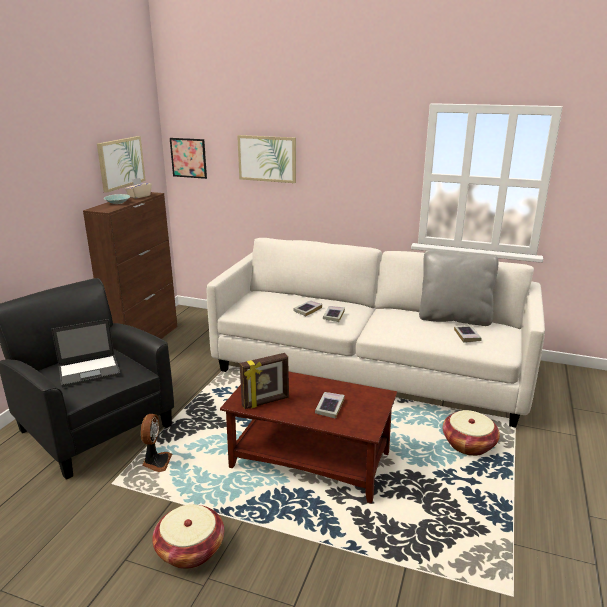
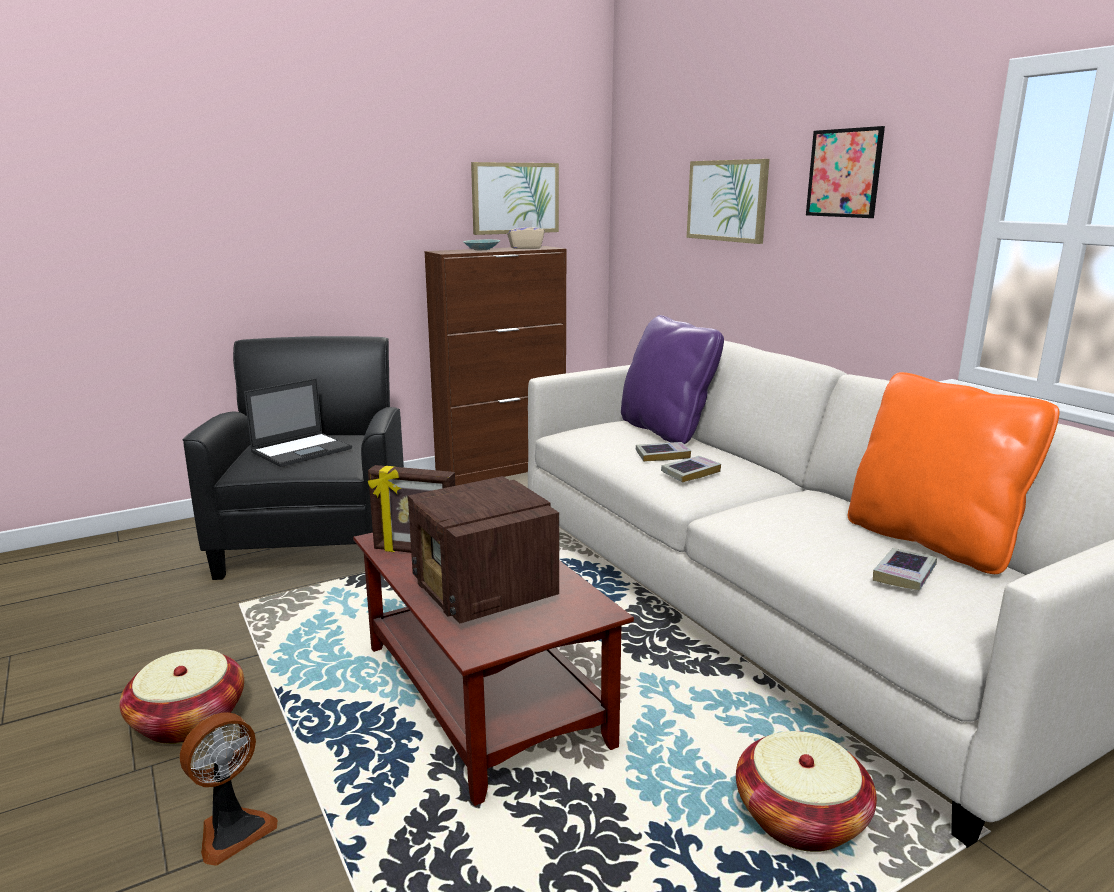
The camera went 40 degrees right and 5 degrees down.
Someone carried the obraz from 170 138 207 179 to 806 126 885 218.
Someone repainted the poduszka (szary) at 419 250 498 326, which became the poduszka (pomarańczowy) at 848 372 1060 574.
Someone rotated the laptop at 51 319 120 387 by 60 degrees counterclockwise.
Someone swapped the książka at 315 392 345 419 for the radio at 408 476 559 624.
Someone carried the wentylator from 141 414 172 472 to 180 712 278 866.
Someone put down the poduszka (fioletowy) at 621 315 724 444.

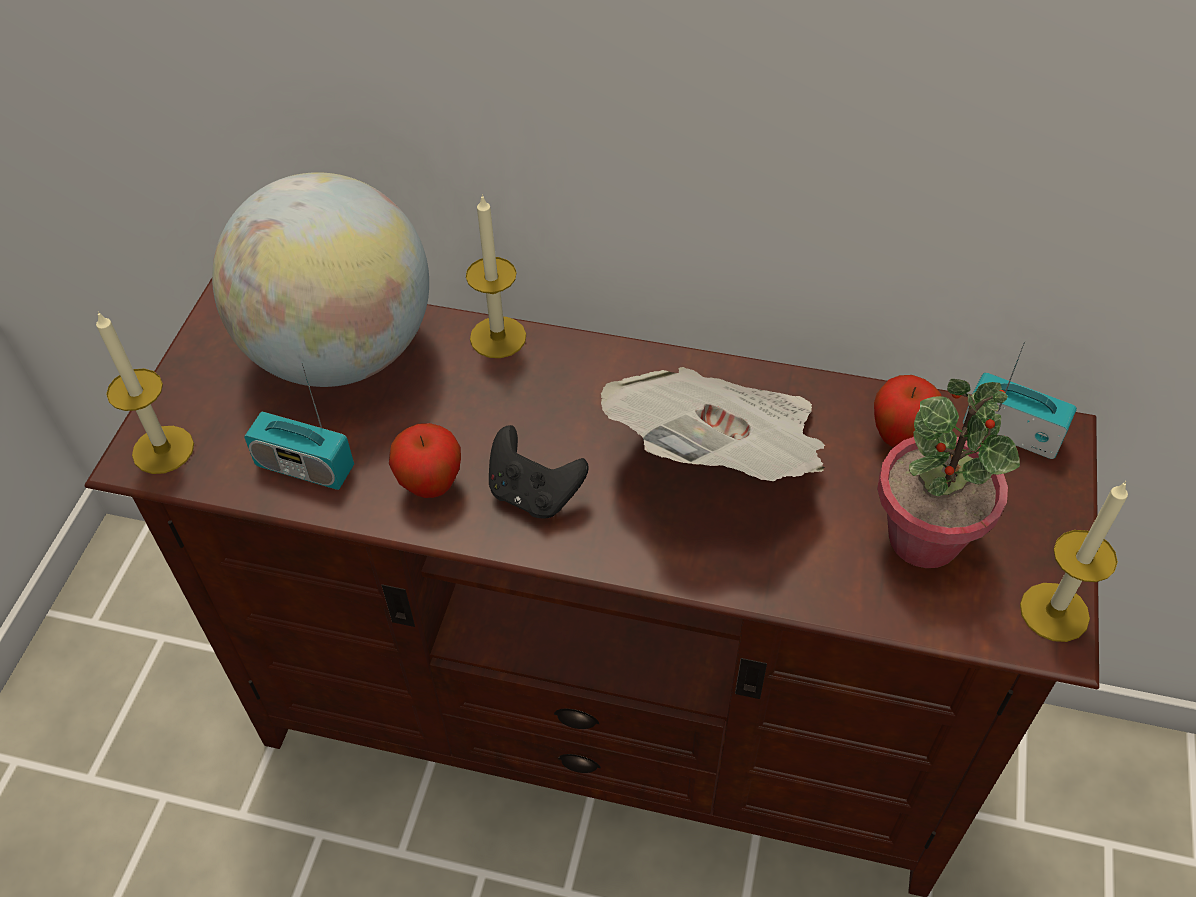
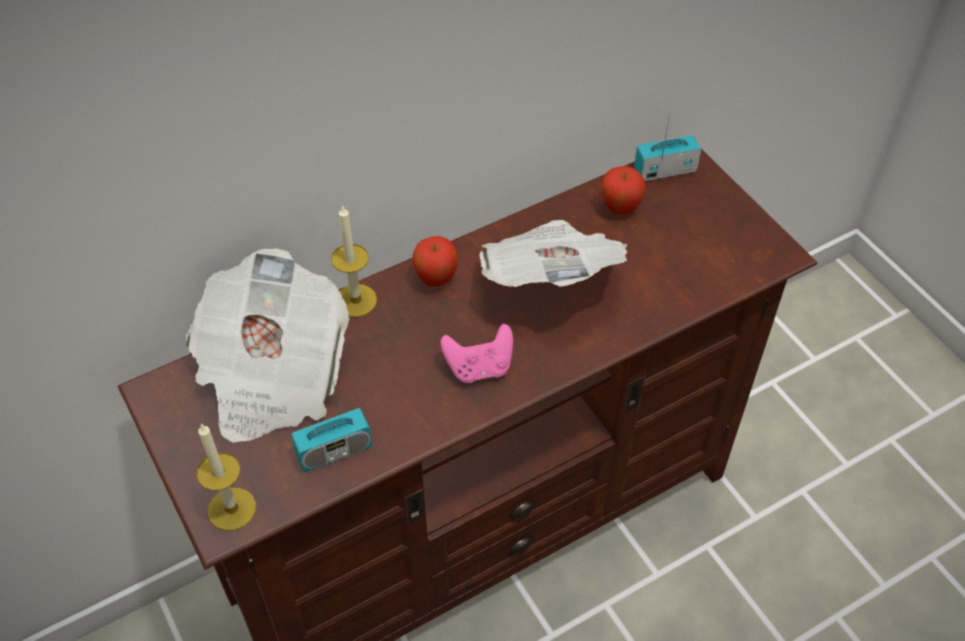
The camera went 45 degrees left and 0 degrees up.
Someone swapped the globus at 212 172 429 387 for the gazeta at 186 248 349 443.
Someone took away the roślina doniczkowa at 877 379 1020 568.
Someone carried the jabłko from 389 423 461 498 to 412 236 459 287.
Someone repainted the pad do gier (czarny) at 489 425 589 519, which became the pad do gier (różowy) at 440 324 513 383.
Someone took away the świeca at 1020 481 1128 642.

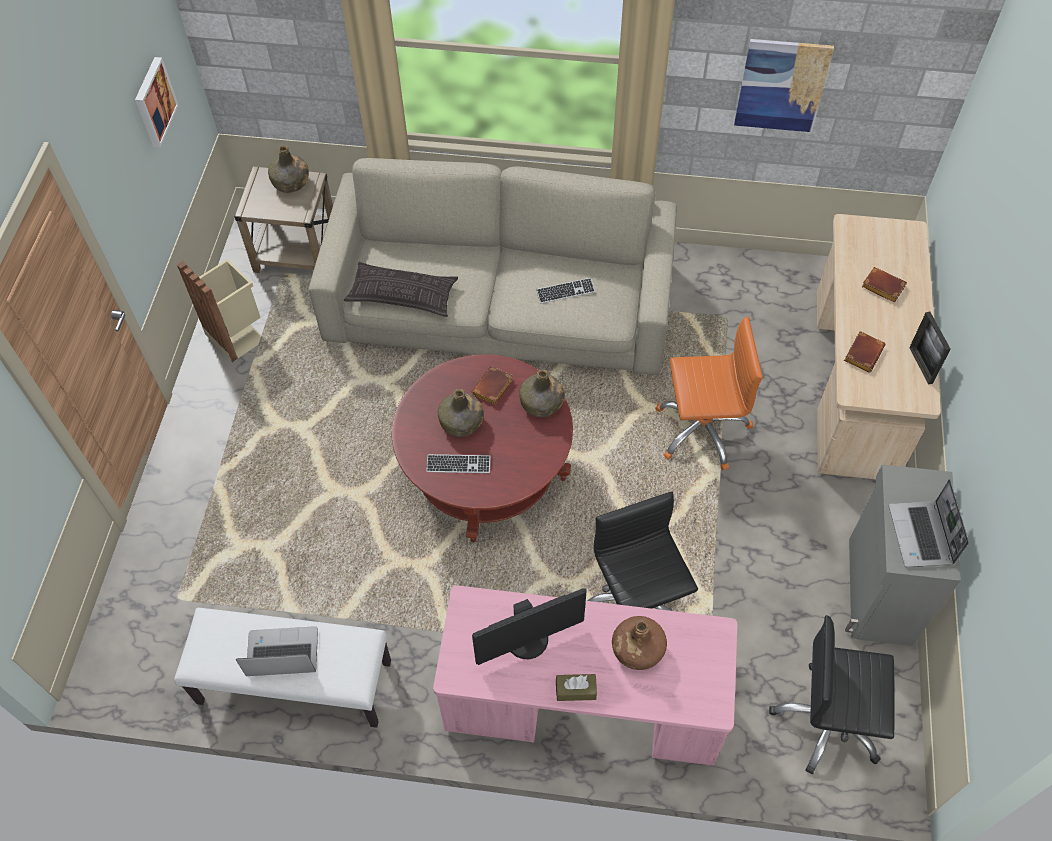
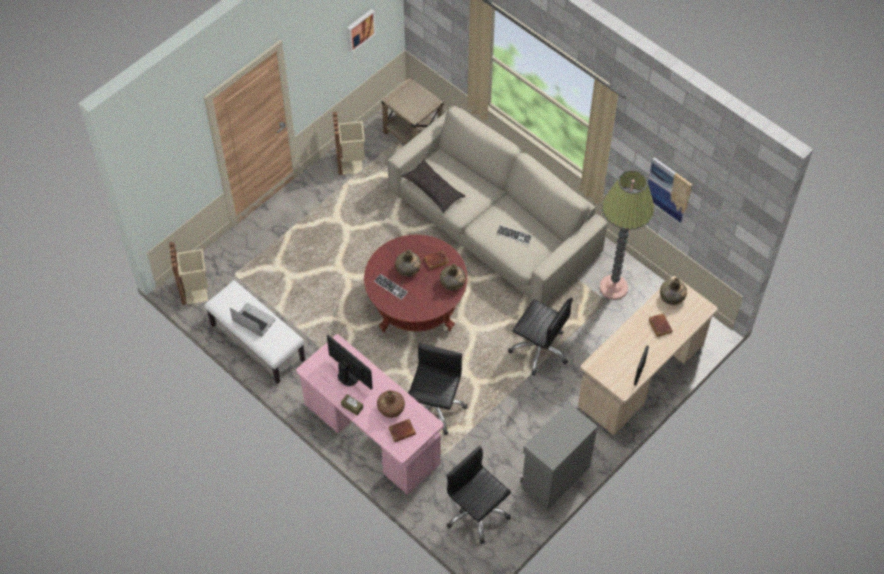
The camera went 35 degrees right and 0 degrees up.
Someone carried the butelka (zielony) from 268 145 309 193 to 660 278 687 305.
Someone repainted the krzesło biurowe (pomarańczowy) at 656 316 763 470, which became the krzesło biurowe (czarny) at 508 298 573 376.
Someone carried the książka (brązowy) from 844 331 885 373 to 388 419 416 442.
Someone took away the laptop at 889 479 969 568.
Someone rotated the monitor at 472 588 587 665 by 150 degrees counterclockwise.
Someone put down the lampa stojąca at 600 170 655 300.
Someone put down the kosz na śmieci (beżowy) at 169 242 208 305.

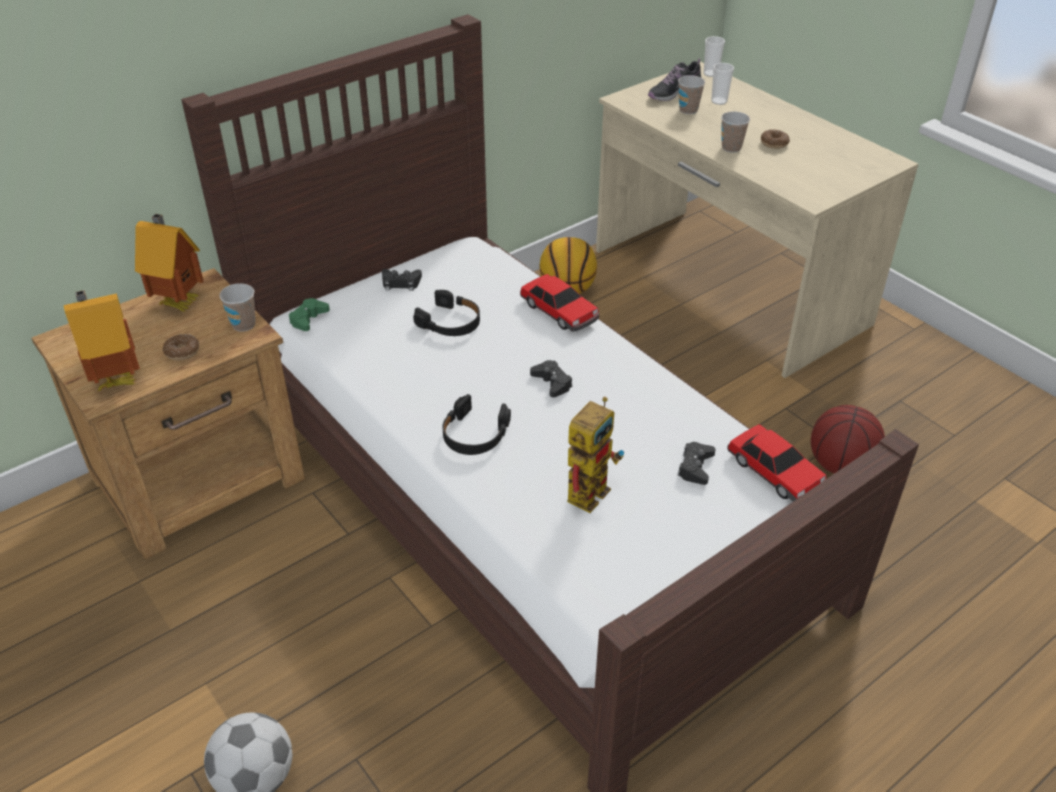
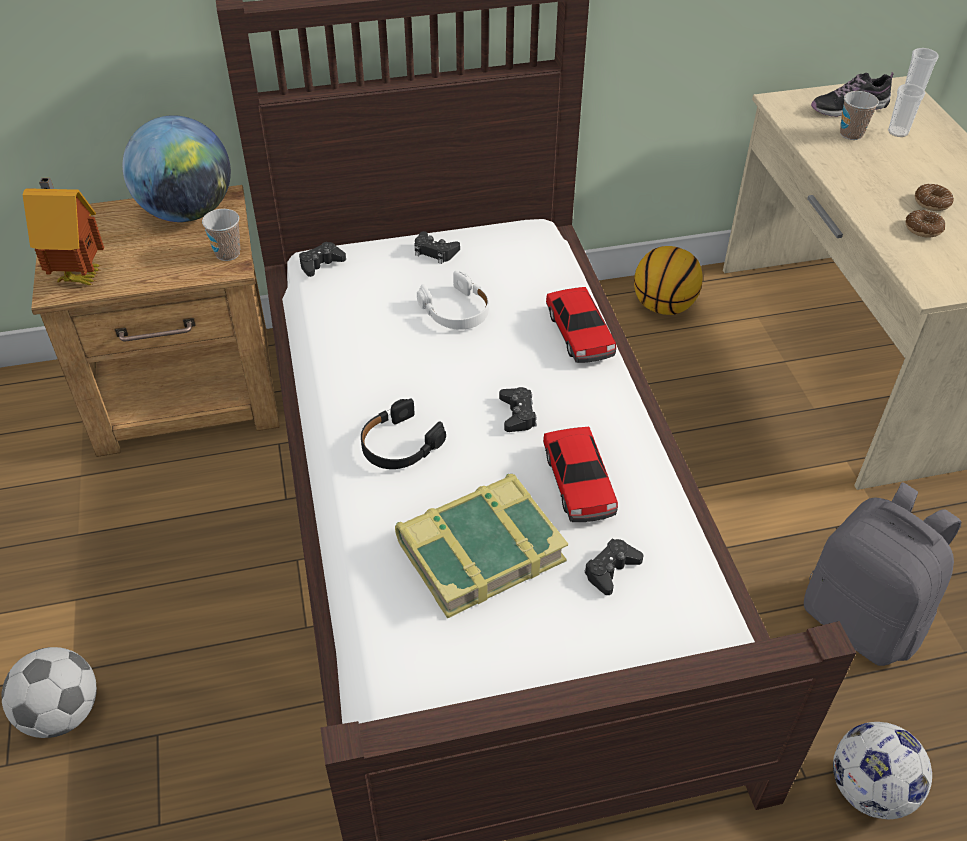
The camera went 25 degrees right and 5 degrees up.
Someone took away the filiżanka at 721 111 750 153.
Someone swapped the domek at 135 214 204 312 for the globus at 123 115 231 222.
Someone repainted the słuchawki (czarny) at 413 290 480 336, which became the słuchawki (biały) at 417 271 489 330.
Someone repainted the pad do gier (zielony) at 289 298 330 331, which became the pad do gier (czarny) at 299 242 346 277.
Someone carried the donut from 163 334 199 360 to 906 210 945 238.
Someone swapped the robot zabawkowy at 567 397 624 513 for the książka at 395 474 568 619.
Someone swapped the piłka do koszykówki at 811 405 885 474 for the plecak (szary) at 804 482 961 666.
Someone carried the samochodzik from 727 424 826 501 to 543 427 618 522.
Someone put down the piłka futbolowa at 833 722 932 819.

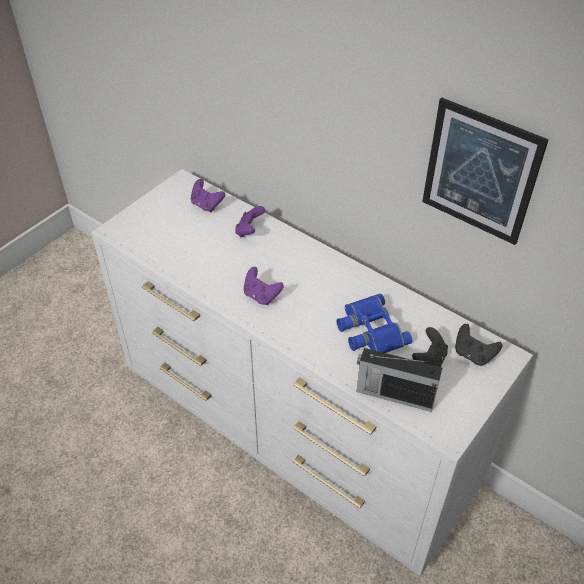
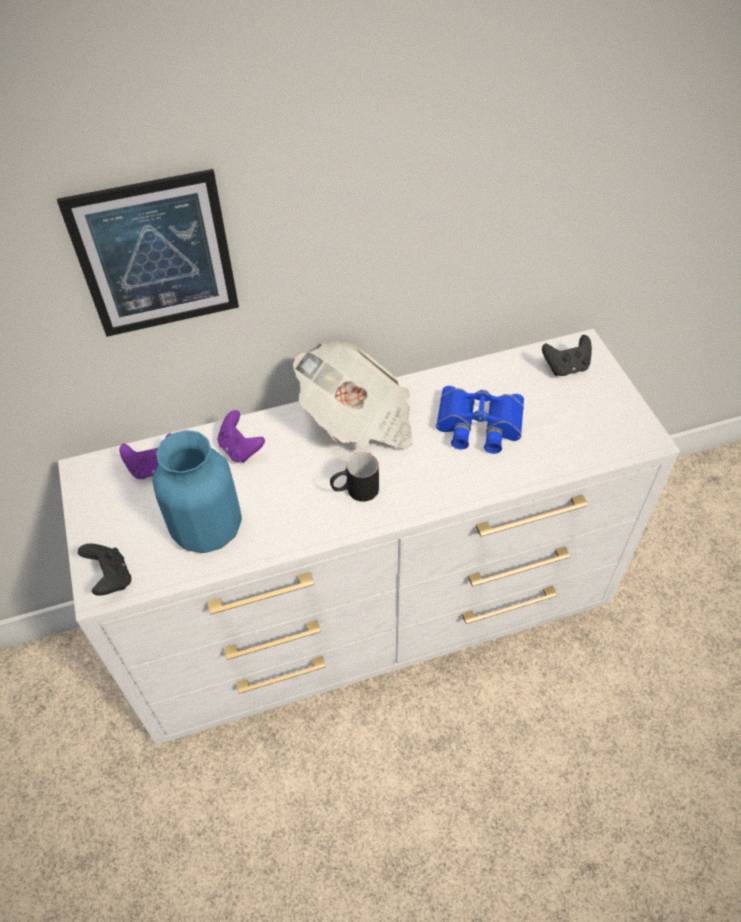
The camera went 55 degrees left and 5 degrees up.
Someone carried the obraz from 422 97 549 245 to 57 169 239 337.
Someone swapped the pad do gier (fioletowy) at 243 267 284 305 for the kubek (czarny) at 330 452 379 502.
Someone carried the pad do gier (czarny) from 412 327 448 367 to 78 544 131 596.
Someone took away the radio at 357 348 442 412.
Someone put down the gazeta at 293 341 412 449.
Someone put down the wazon (niebieski) at 152 430 242 553.

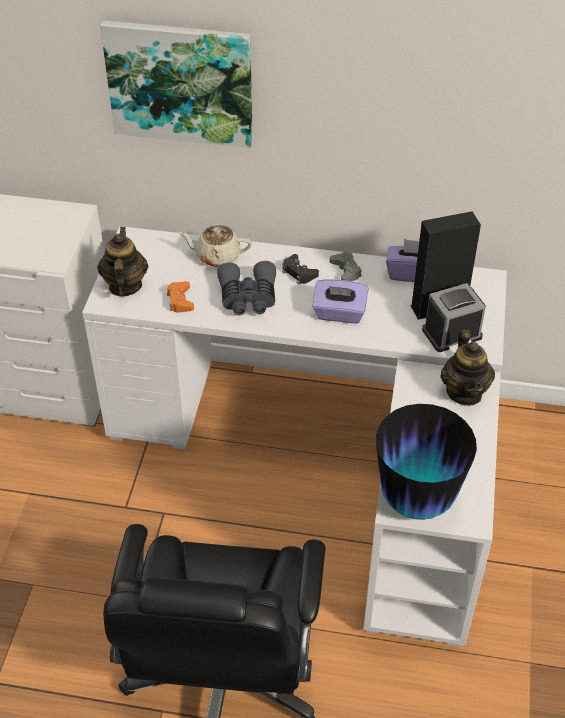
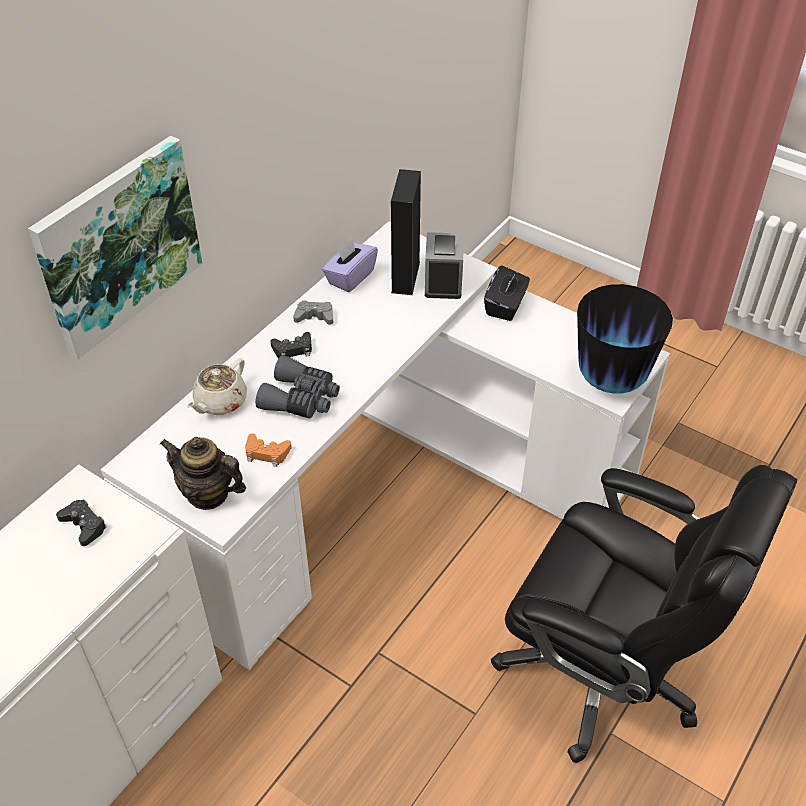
The camera went 65 degrees left and 0 degrees up.
Someone took away the pudełko chusteczek (fioletowy) at 312 279 369 323.
Someone swapped the imbryk at 440 329 495 406 for the pudełko chusteczek (czarny) at 484 265 530 321.
Someone put down the pad do gier (czarny) at 56 499 107 546.

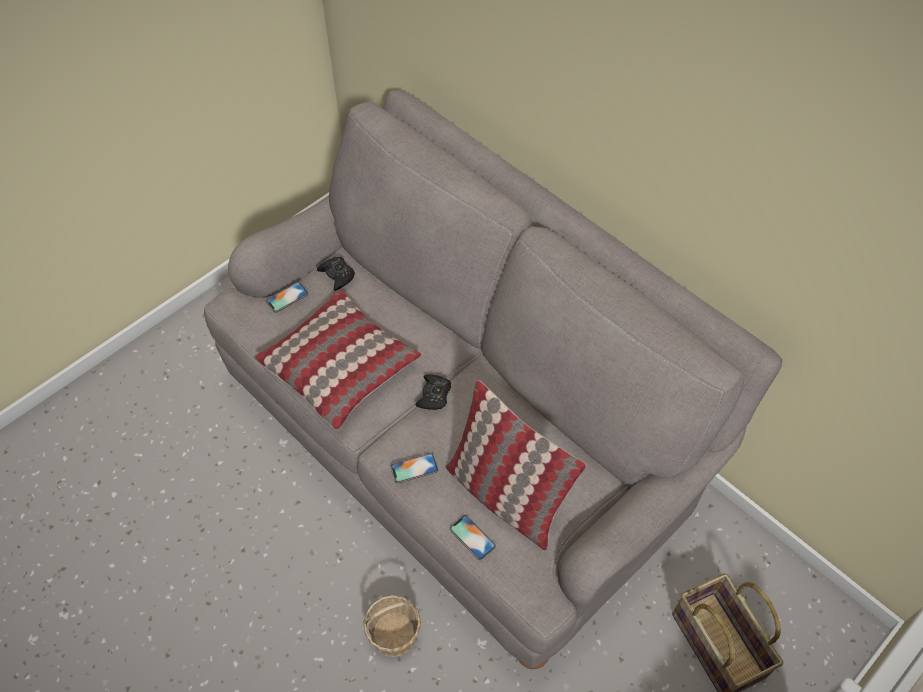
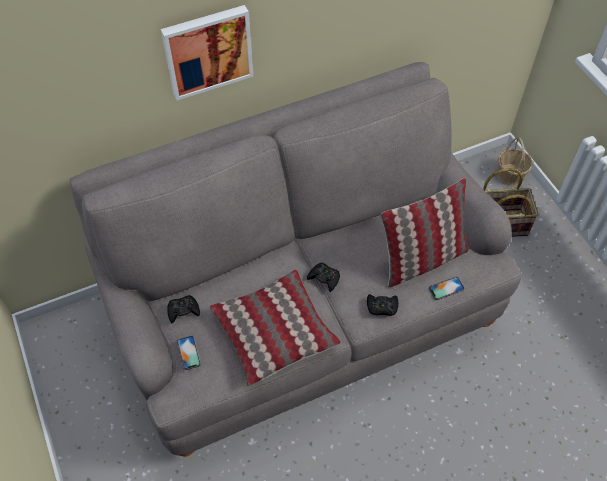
The camera went 70 degrees left and 0 degrees up.
Someone swapped the telefon at 391 453 438 483 for the pad do gier (czarny) at 367 294 398 316.
Someone carried the koszyk from 363 595 421 657 to 497 137 533 186.
Someone put up the obraz at 161 5 253 100.

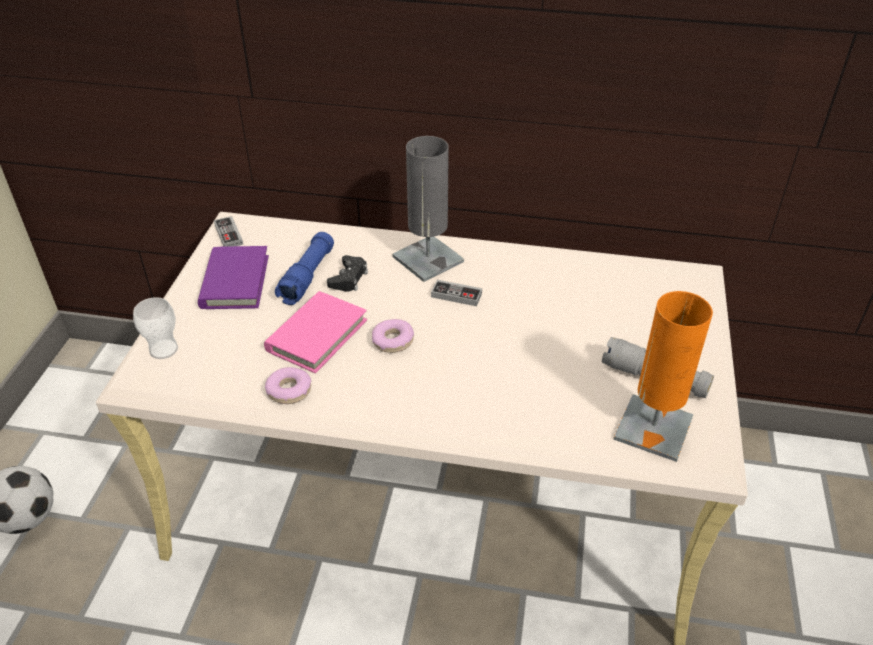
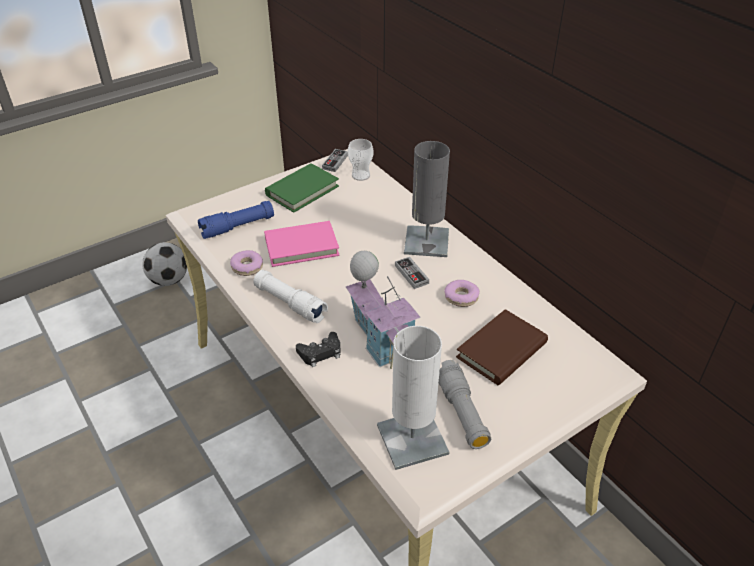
The camera went 45 degrees right and 0 degrees up.
Someone carried the latarka (niebieski) from 275 232 334 305 to 198 201 274 239.
Someone repainted the książka (fioletowy) at 198 246 269 309, which became the książka (zielony) at 265 163 339 213.
Someone carried the pad do gier (czarny) from 327 255 368 292 to 296 332 341 367.
Someone repainted the lampa stołowa (pomarańczowy) at 613 291 713 462, which became the lampa stołowa (biały) at 377 326 449 470.
Someone carried the filiżanka from 133 297 178 359 to 348 139 374 181.
Someone carried the donut from 372 319 414 353 to 444 280 480 307.
Someone put down the domek at 346 251 421 369.
Someone put down the latarka (biały) at 253 270 328 323.
Someone put down the książka (brązowy) at 456 309 548 385.

